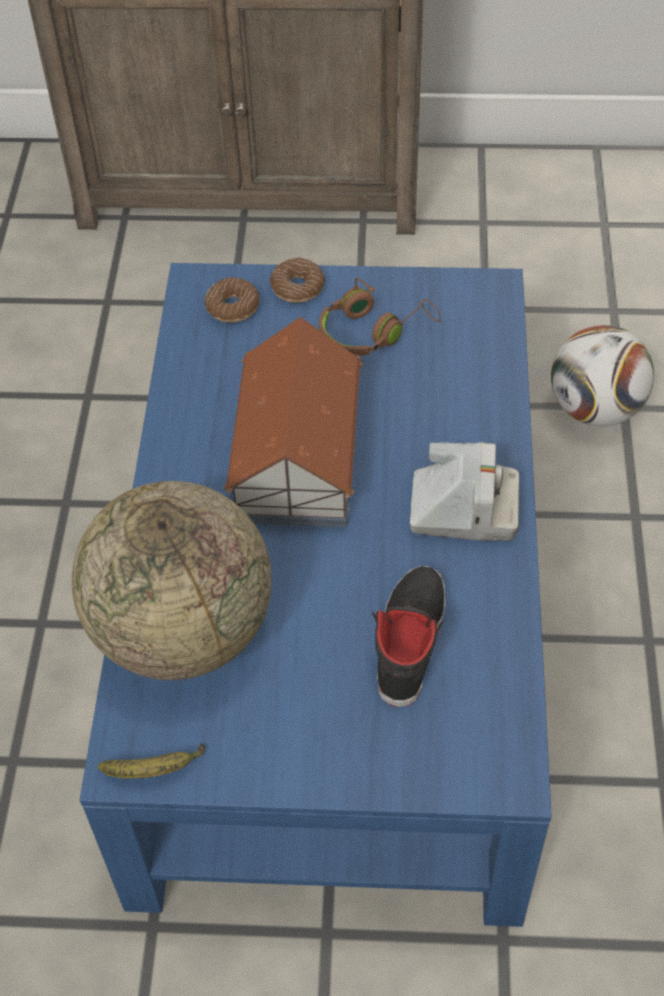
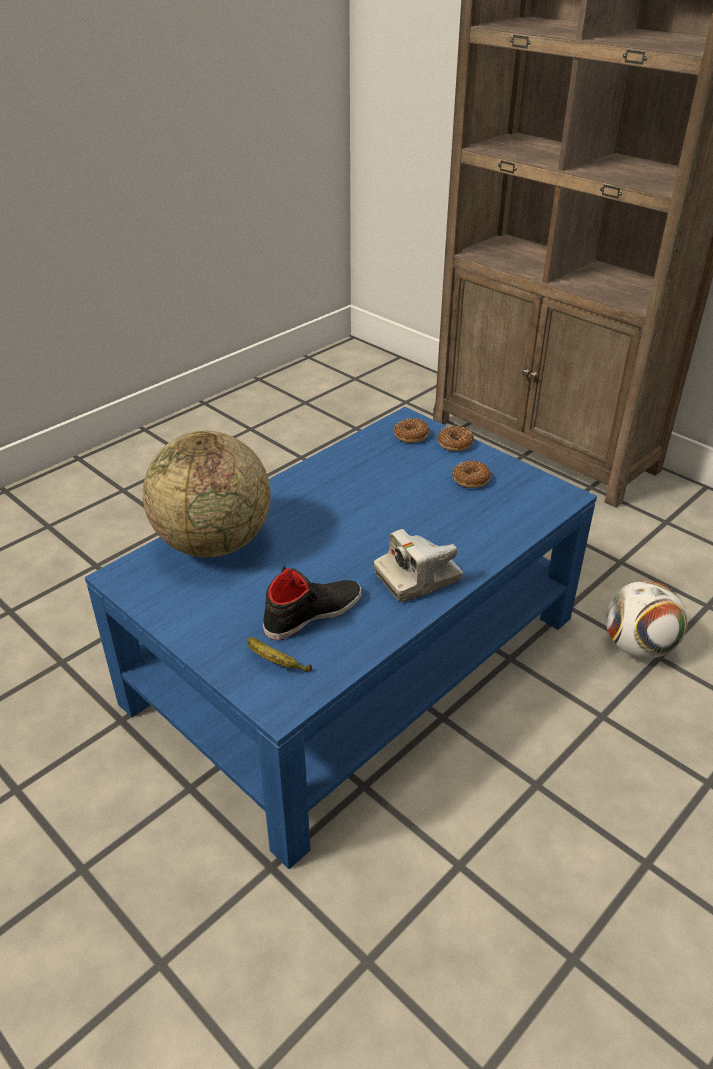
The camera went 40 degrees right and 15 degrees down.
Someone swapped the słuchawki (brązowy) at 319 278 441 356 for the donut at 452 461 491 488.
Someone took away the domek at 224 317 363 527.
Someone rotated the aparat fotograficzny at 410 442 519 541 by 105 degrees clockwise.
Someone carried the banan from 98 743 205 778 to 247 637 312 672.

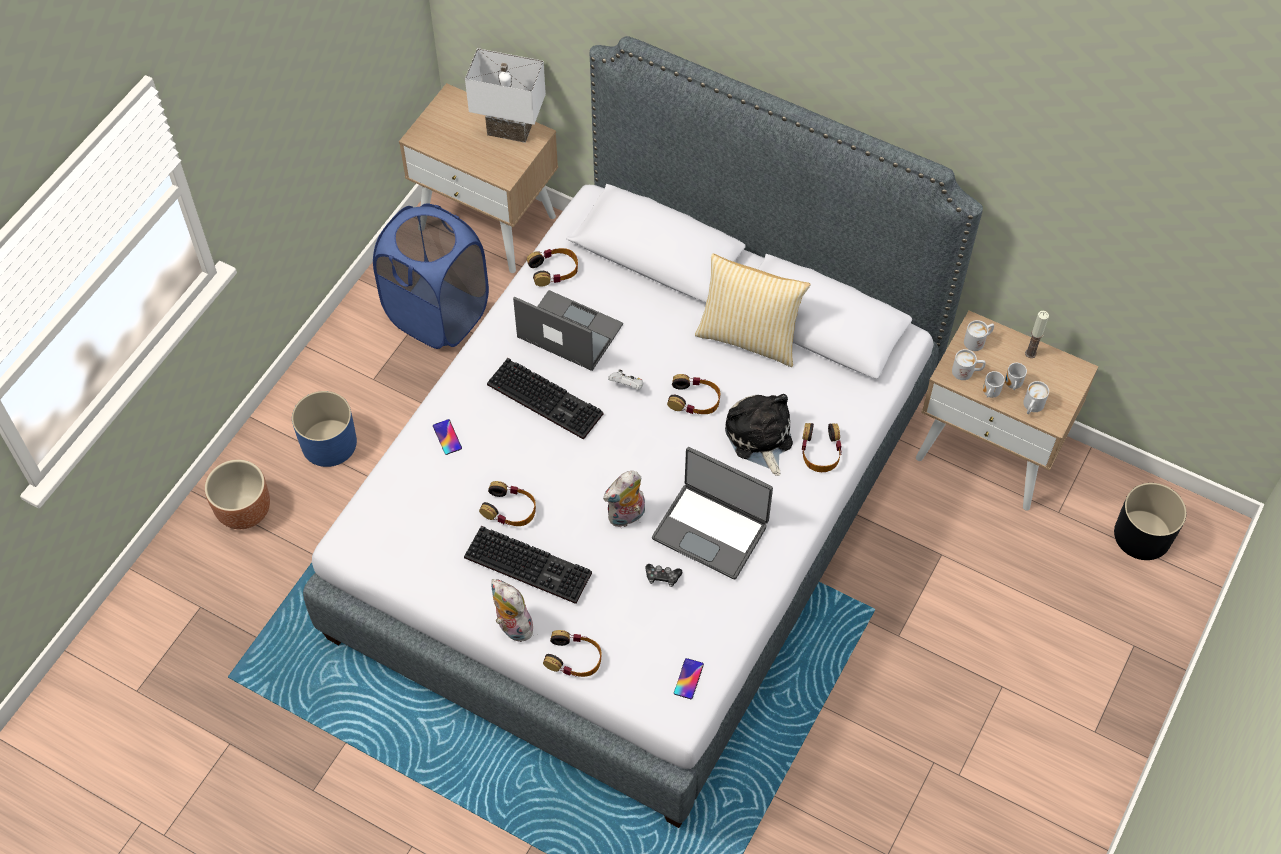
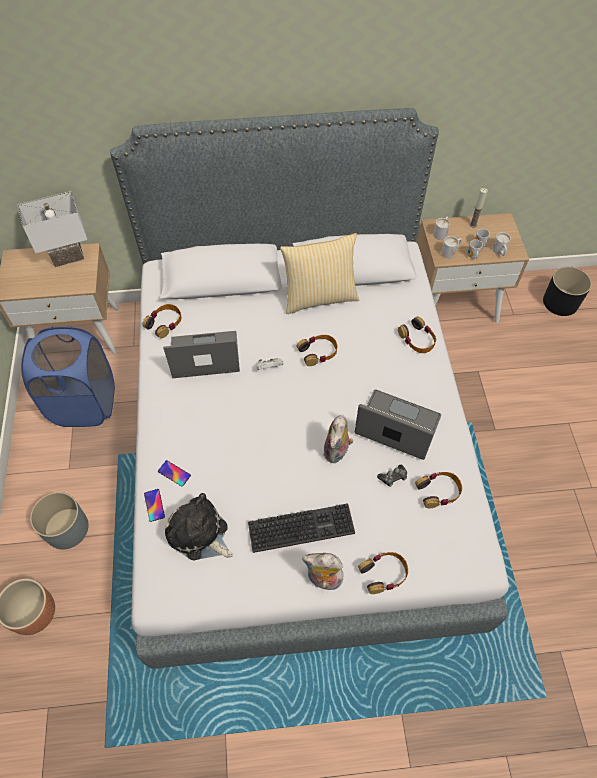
The camera went 35 degrees left and 0 degrees up.
Someone took away the klawiatura at 487 358 603 440.
Someone repainted the donica (niebieski) at 292 391 357 467, which became the donica (szary) at 30 492 89 549.
Someone carried the pluszak from 725 394 793 476 to 165 493 233 561.
Someone rotated the laptop at 652 447 773 579 by 150 degrees counterclockwise.
Someone carried the słuchawki from 479 481 536 526 to 415 472 462 508.
Someone carried the telefon from 674 658 704 699 to 144 489 165 522.

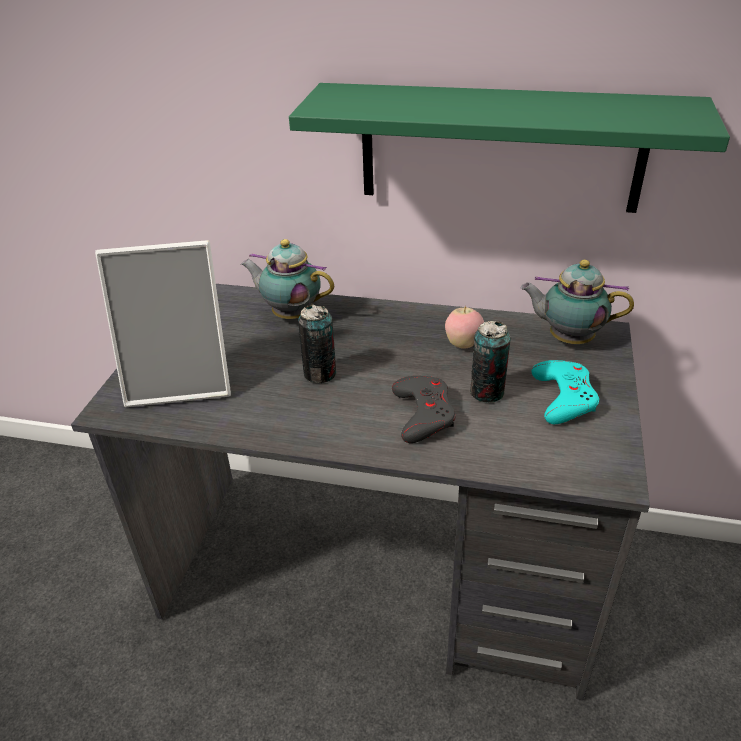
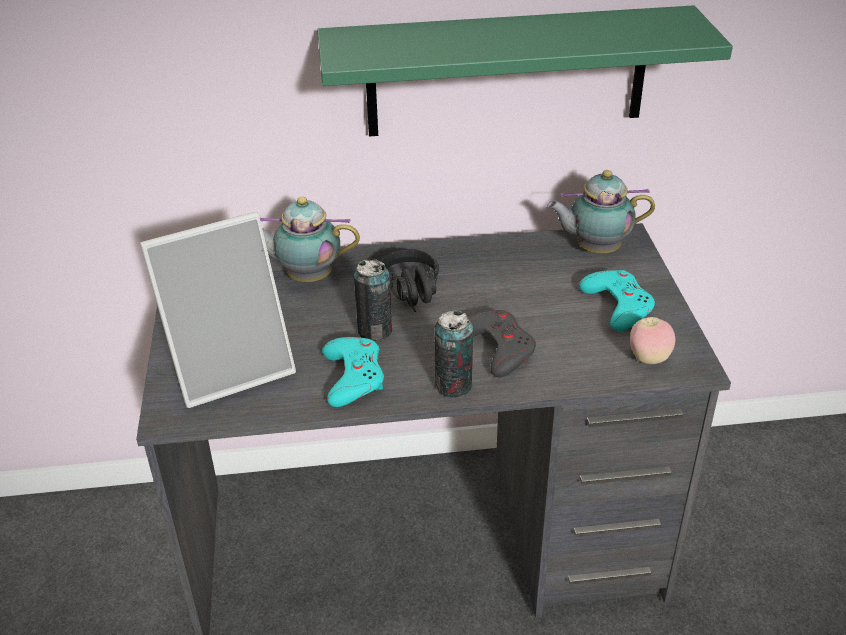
The camera went 20 degrees left and 0 degrees up.
Someone carried the jabłko from 445 306 484 349 to 630 317 675 364.
Someone carried the puszka from 470 321 511 403 to 435 311 473 398.
Someone put down the słuchawki (czarny) at 381 249 439 312.
Someone put down the pad do gier (turkusowy) at 322 337 384 407.

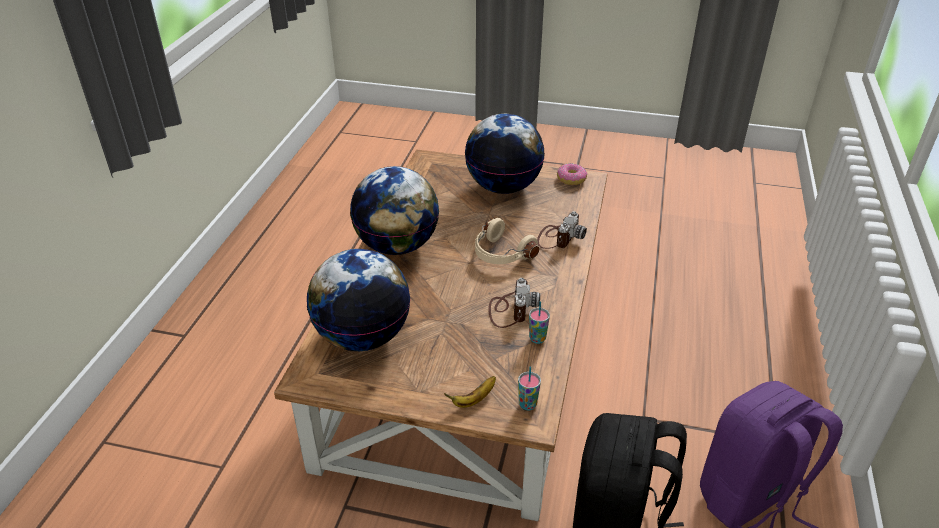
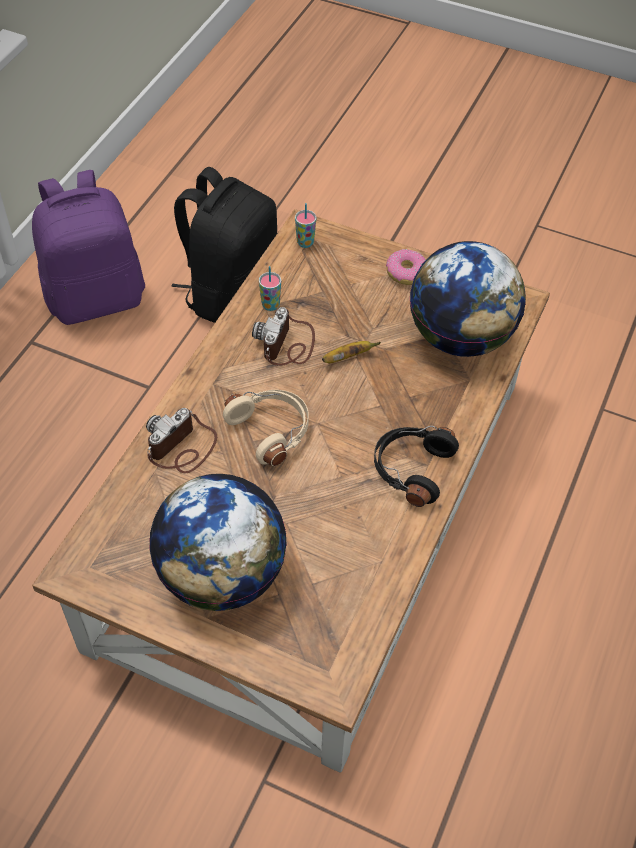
The camera went 170 degrees left and 15 degrees up.
Someone carried the donut from 557 163 587 185 to 386 249 426 285.
Someone swapped the globus at 350 166 439 255 for the słuchawki (czarny) at 374 426 459 507.
Someone carried the banan from 444 376 496 408 to 322 341 381 363.

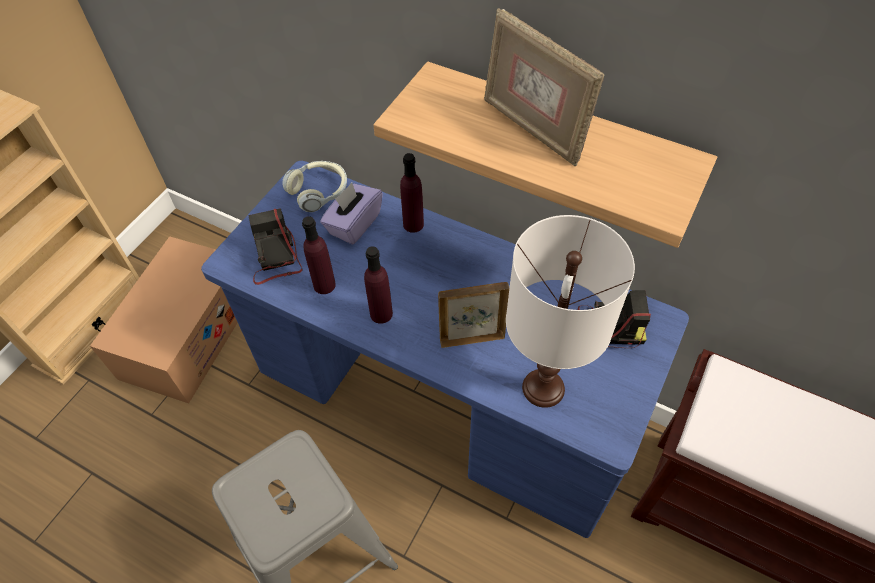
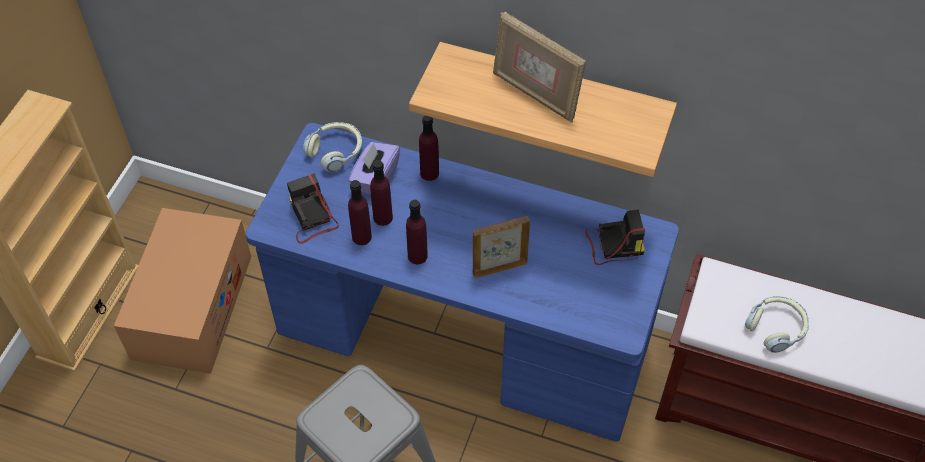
The camera went 10 degrees left and 0 degrees up.
Someone took away the lampa stołowa (biały) at 506 215 635 408.
Someone put down the butelka (fioletowy) at 370 160 393 226.
Someone put down the słuchawki at 745 296 809 353.

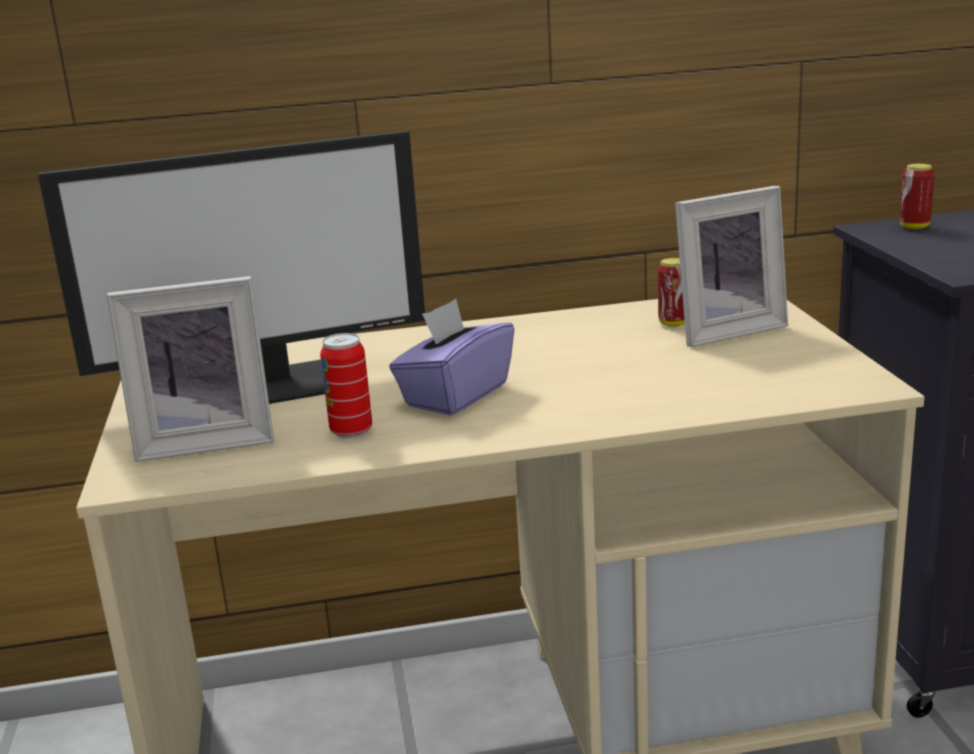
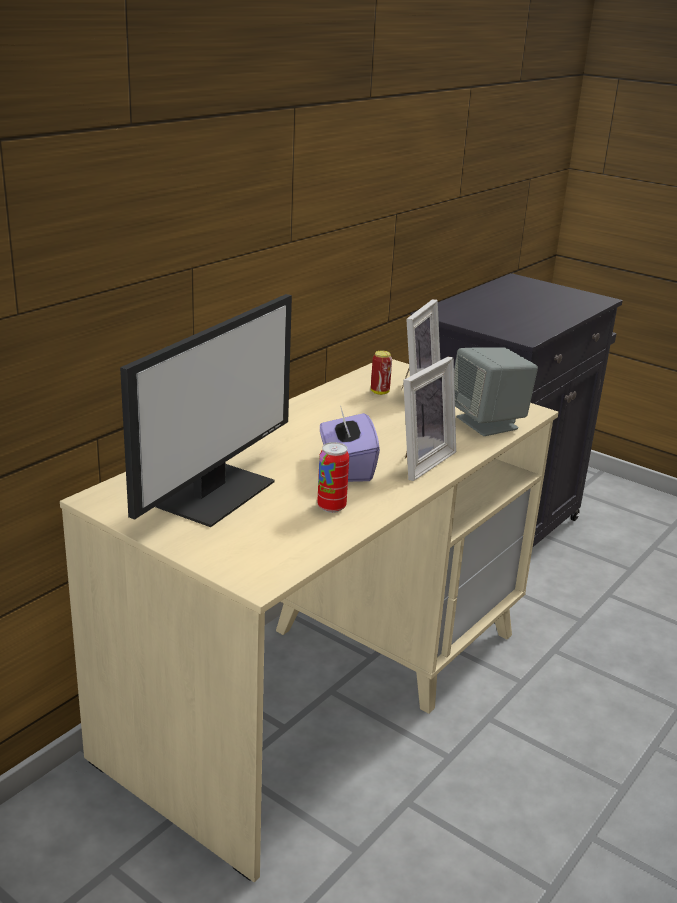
The camera went 45 degrees left and 5 degrees up.
Someone took away the puszka at 900 163 934 229.
Someone carried the ramka na zdjęcie from 107 276 274 462 to 403 357 456 481.
Someone put down the głośnik (szary) at 454 347 538 436.

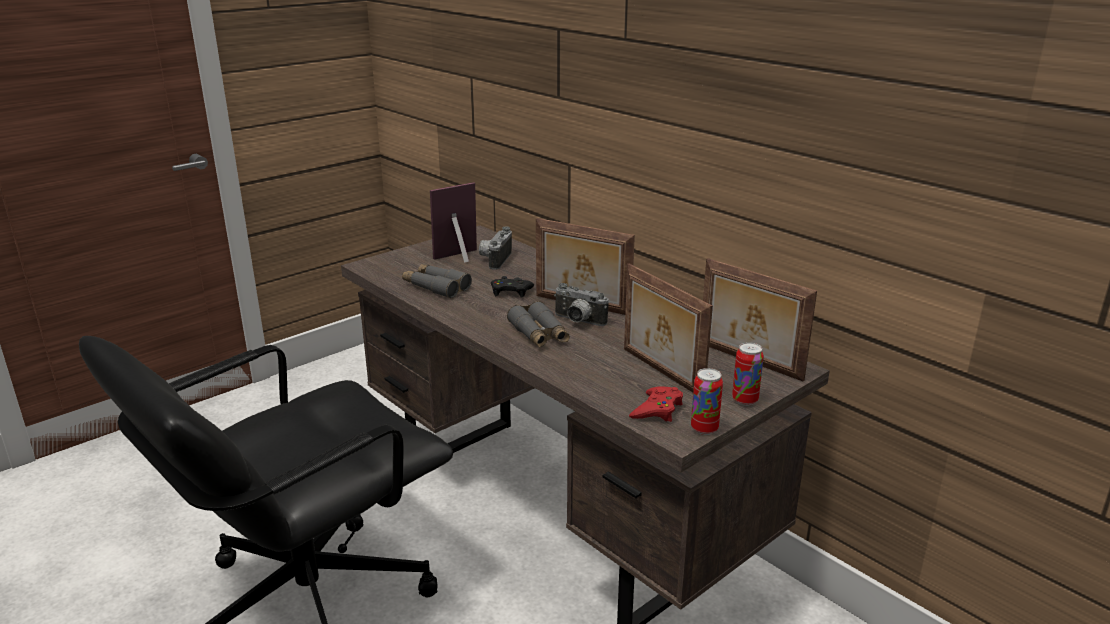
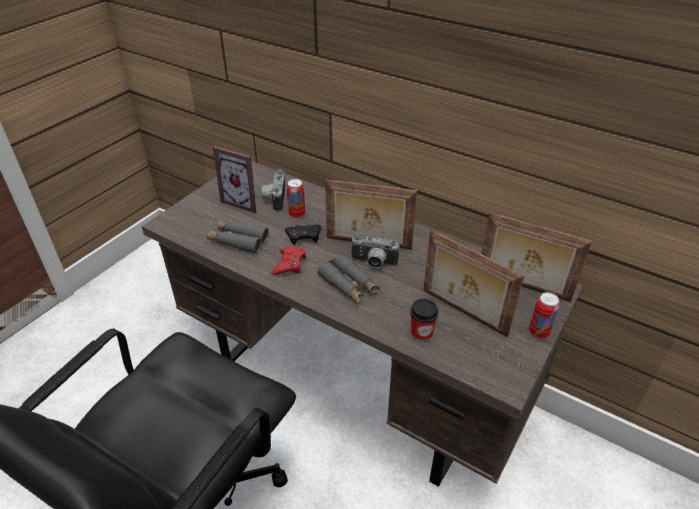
The camera went 15 degrees left and 15 degrees up.
Someone rotated the ramka na zdjęcie at 430 182 477 263 by 105 degrees counterclockwise.
Someone carried the puszka from 691 368 723 435 to 287 179 305 218.
Someone carried the pad do gier (czerwony) from 629 386 683 422 to 271 247 306 275.
Someone put down the filiżanka at 410 299 439 342.

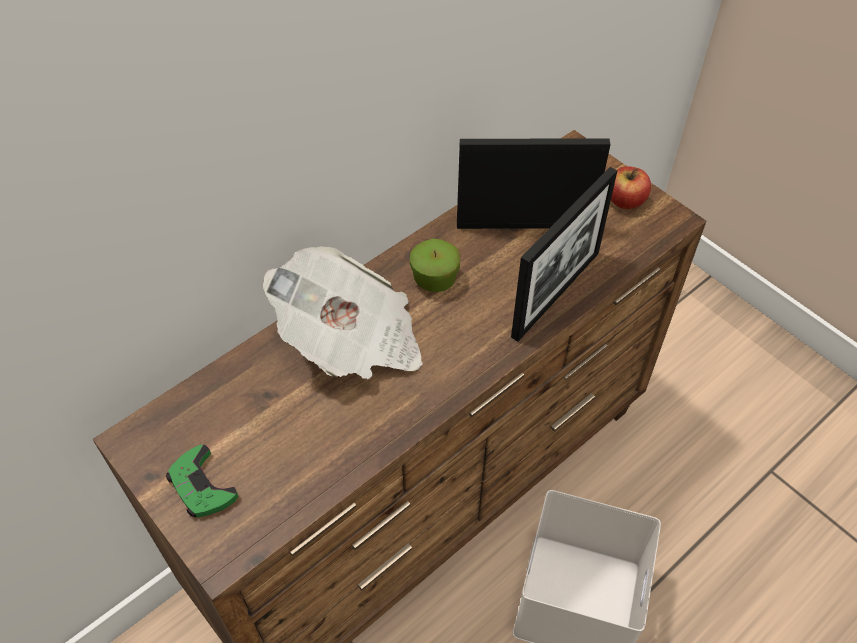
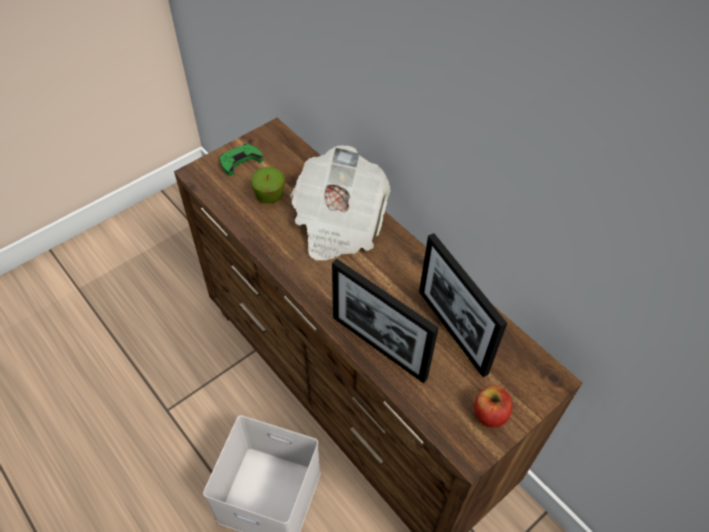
The camera went 90 degrees right and 0 degrees up.
Someone rotated the ramka na zdjęcie at 457 138 611 229 by 150 degrees clockwise.
Someone carried the jabłko from 410 239 460 292 to 251 167 285 204.

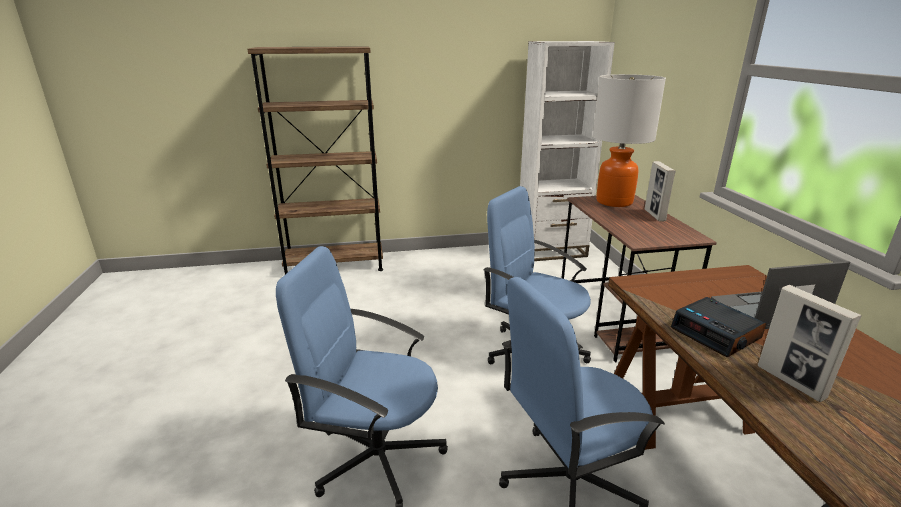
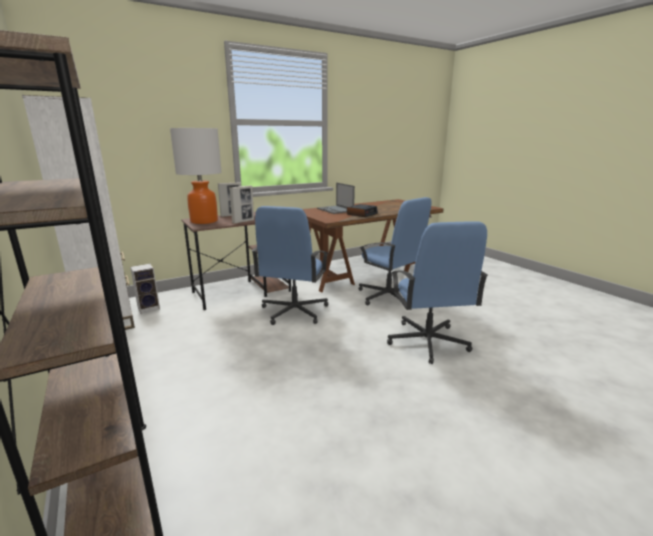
The camera went 110 degrees left and 5 degrees down.
Someone carried the ramka na zdjęcie from 758 285 862 402 to 229 185 254 224.
Someone put down the głośnik at 130 264 160 314.

